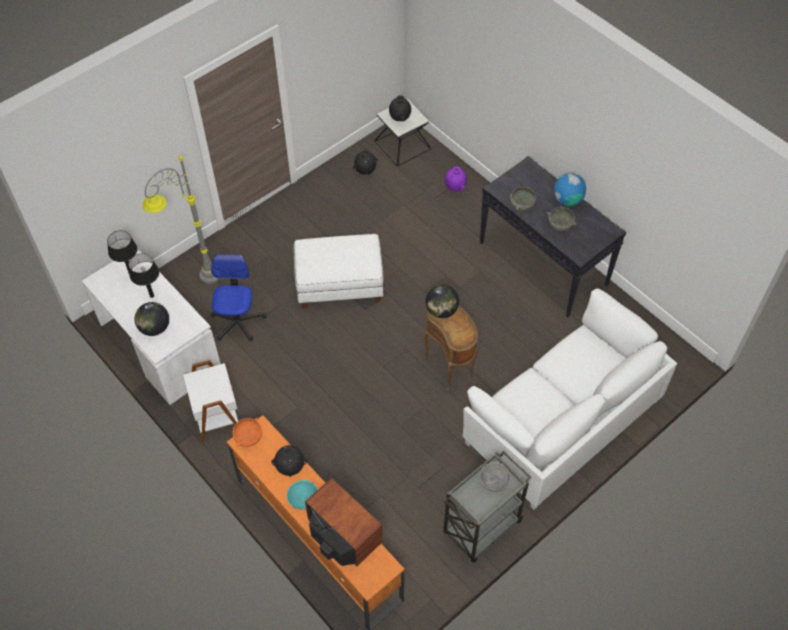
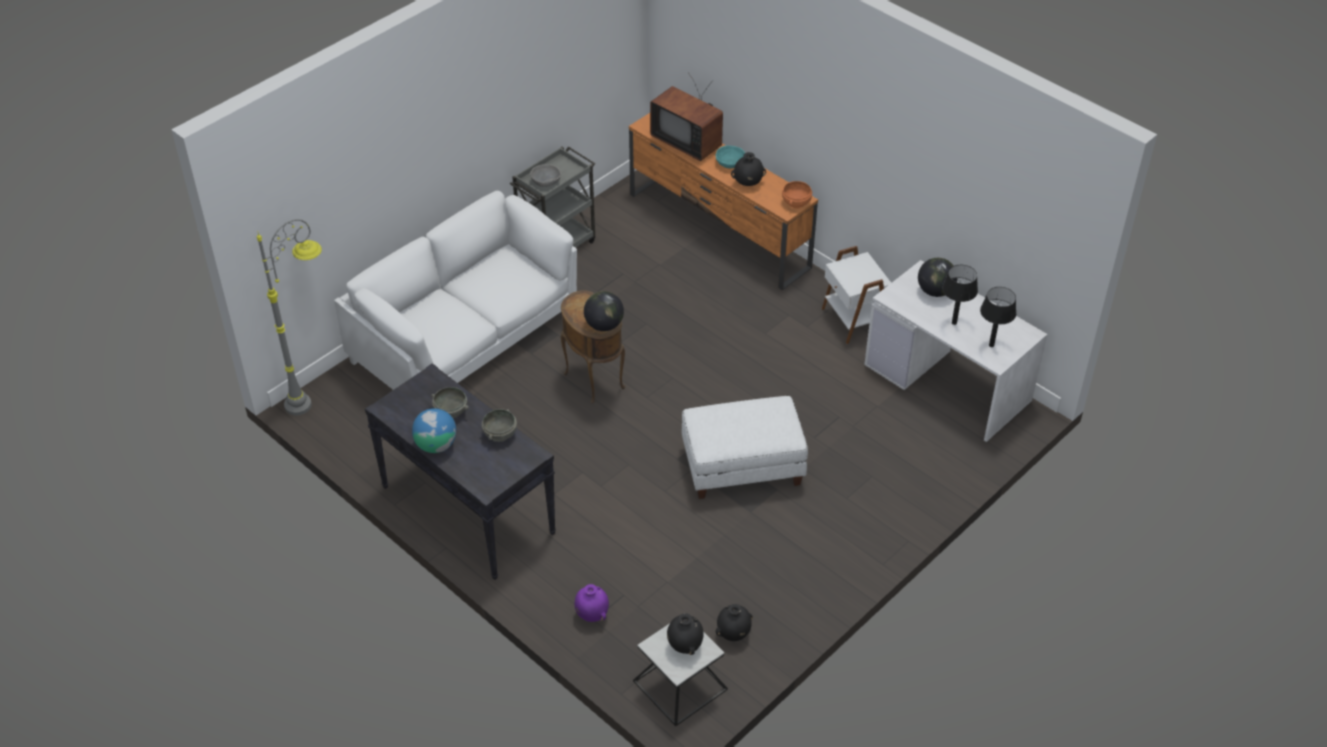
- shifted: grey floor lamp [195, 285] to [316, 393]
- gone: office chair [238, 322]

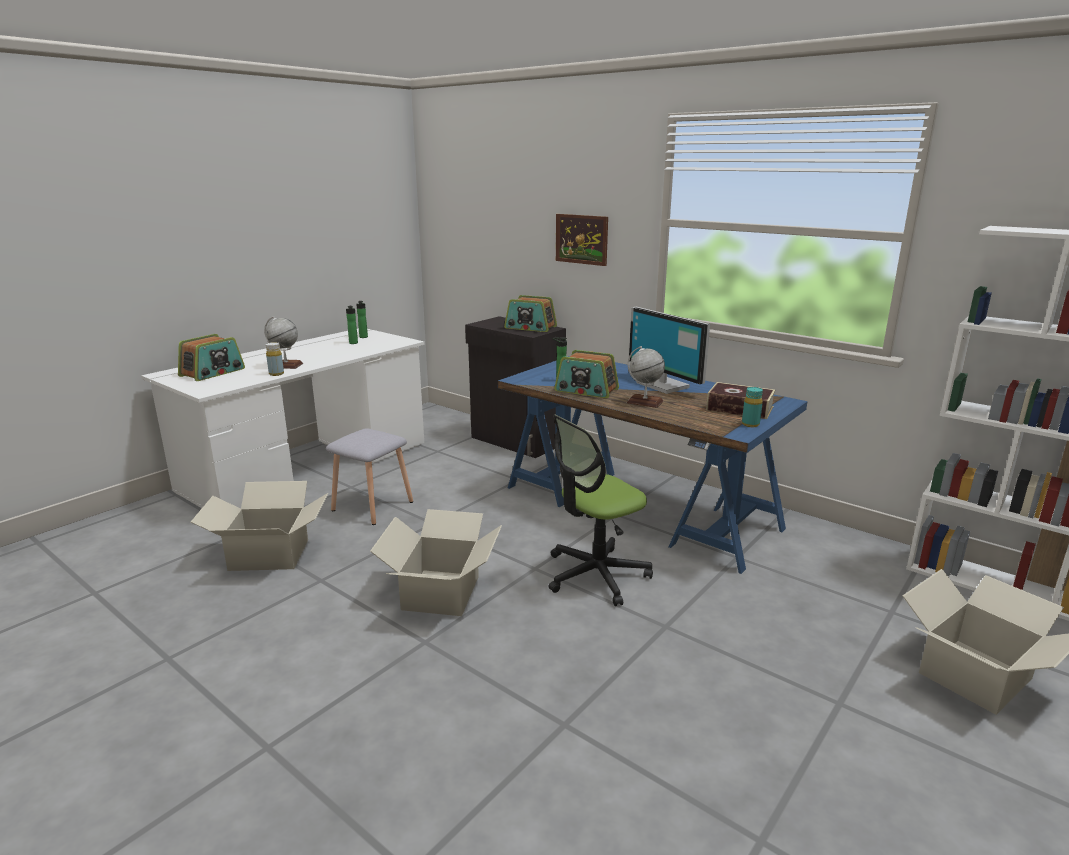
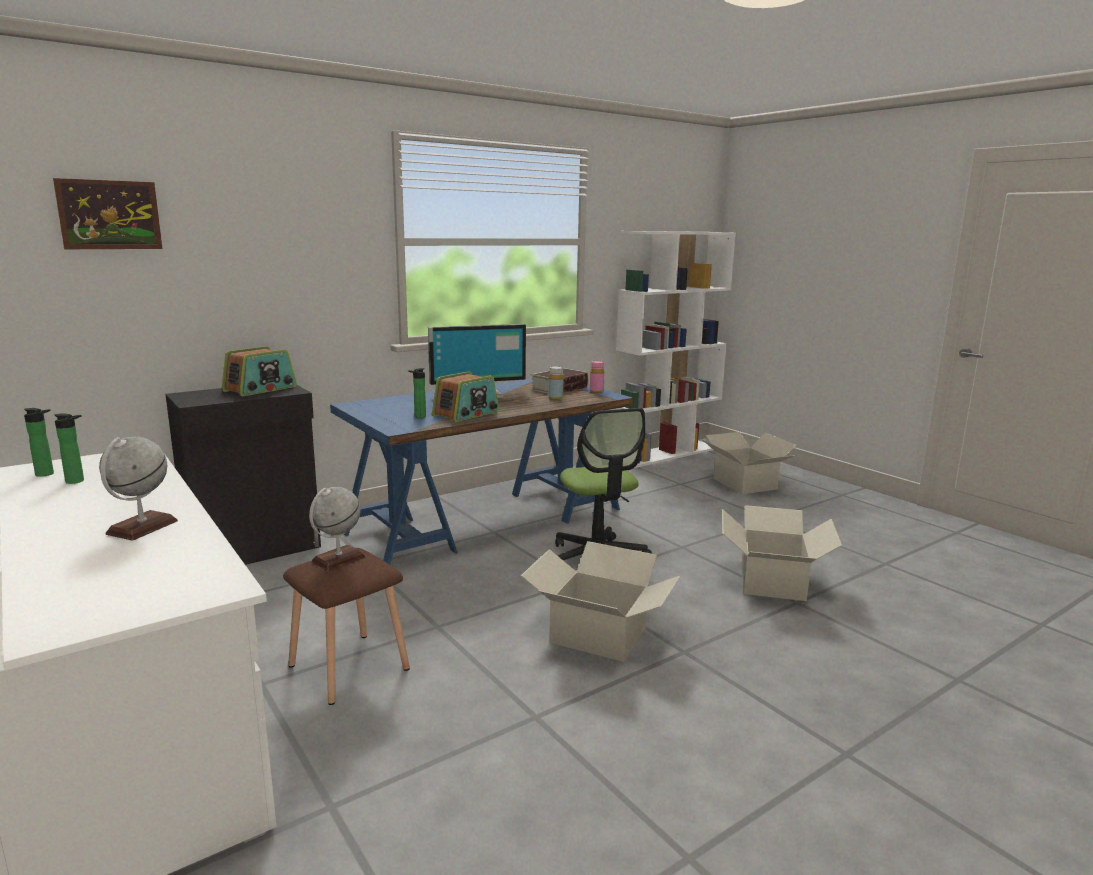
- shifted: picture [581, 239] to [109, 215]
- gone: radio [213, 372]
- shifted: yellow bottle [276, 374] to [555, 398]
- shifted: globe [644, 402] to [338, 559]
- repainted: turquoise bottle [750, 424] to pink bottle [596, 391]
- repainted: grey stool [372, 506] to brown stool [351, 667]
- shifted: cardboard box [269, 555] to [773, 582]

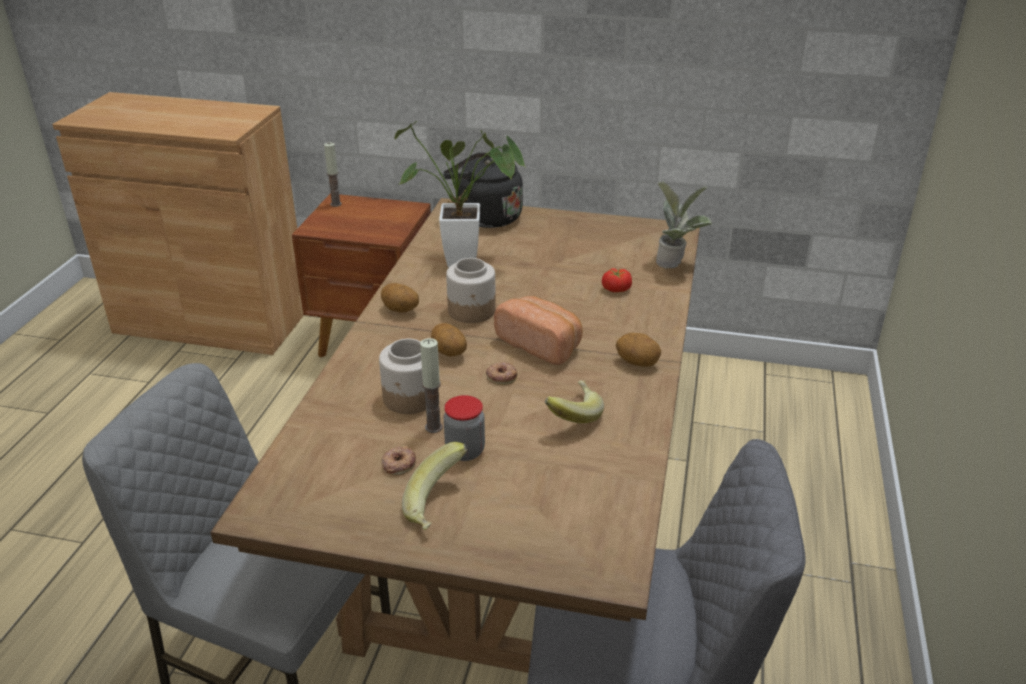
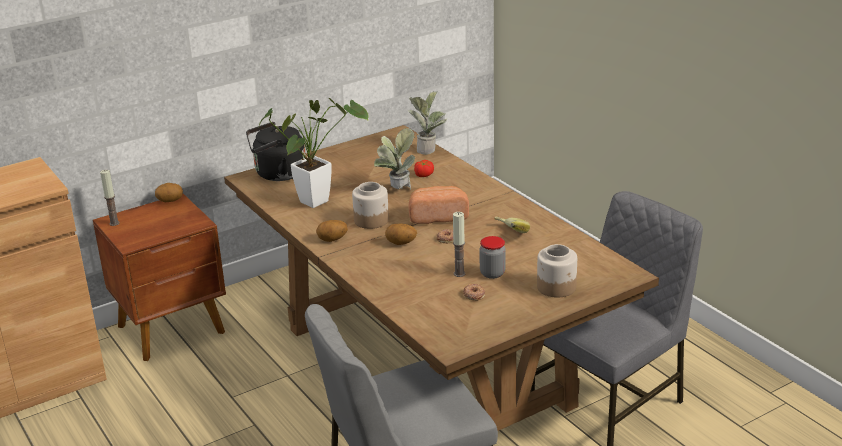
- shifted: potato [637, 362] to [170, 201]
- shifted: jar [410, 398] to [557, 287]
- gone: banana [439, 505]
- new: potted plant [397, 191]

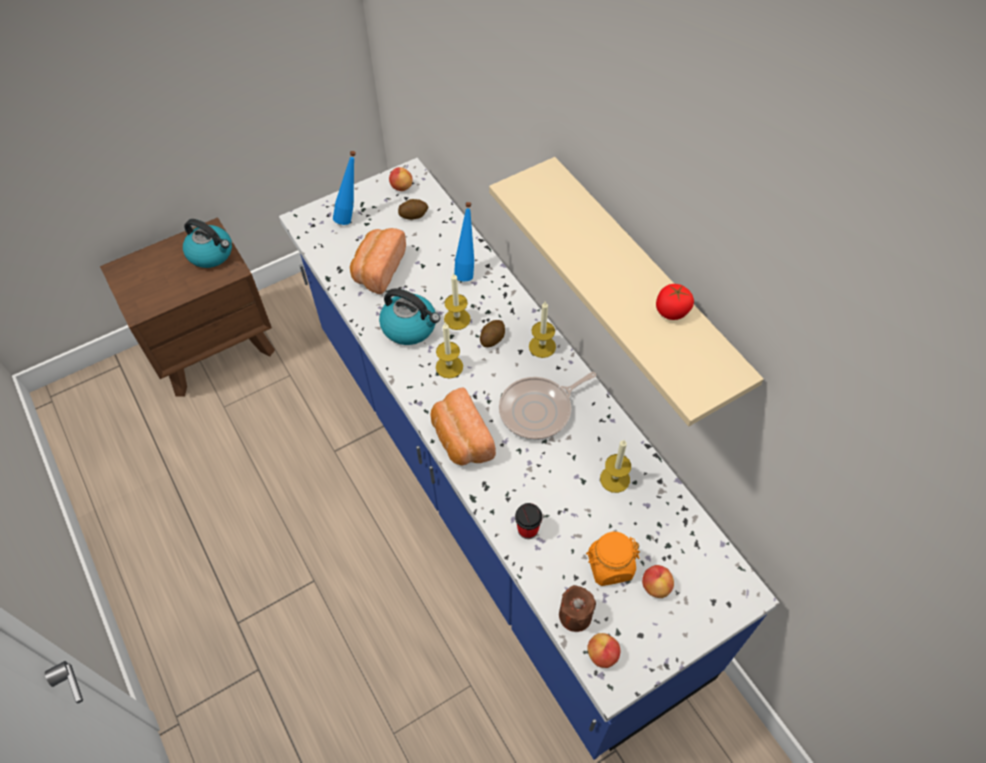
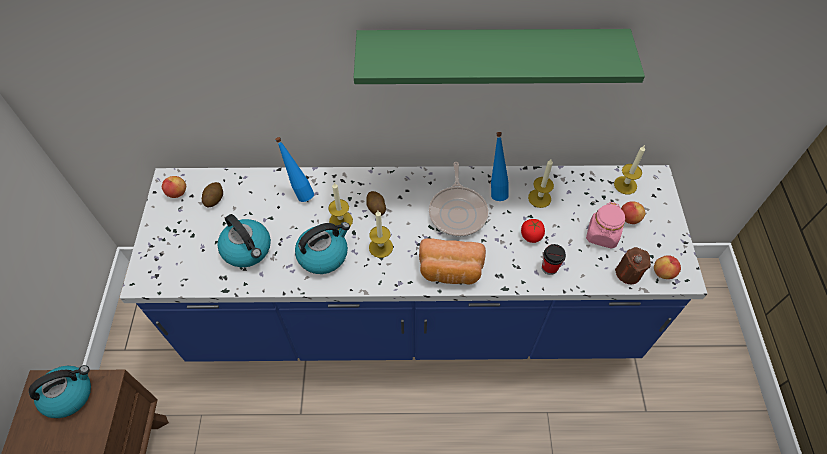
- shifted: blue bottle [350, 216] to [496, 190]
- repainted: beige shelf [644, 284] to green shelf [490, 55]
- swapped: bread [378, 269] to kettle [248, 249]
- shifted: tomato [671, 311] to [531, 236]
- shifted: candle [542, 346] to [625, 185]
- repainted: orange jar [610, 566] to pink jar [602, 235]

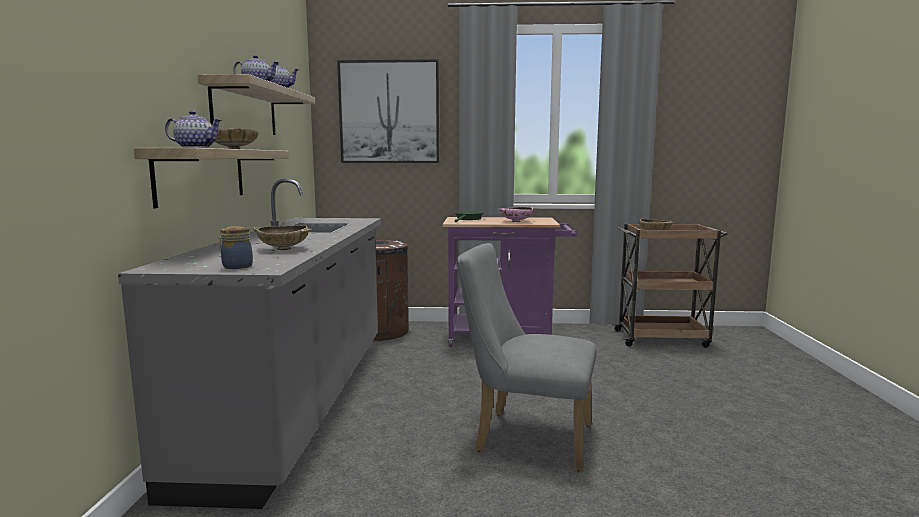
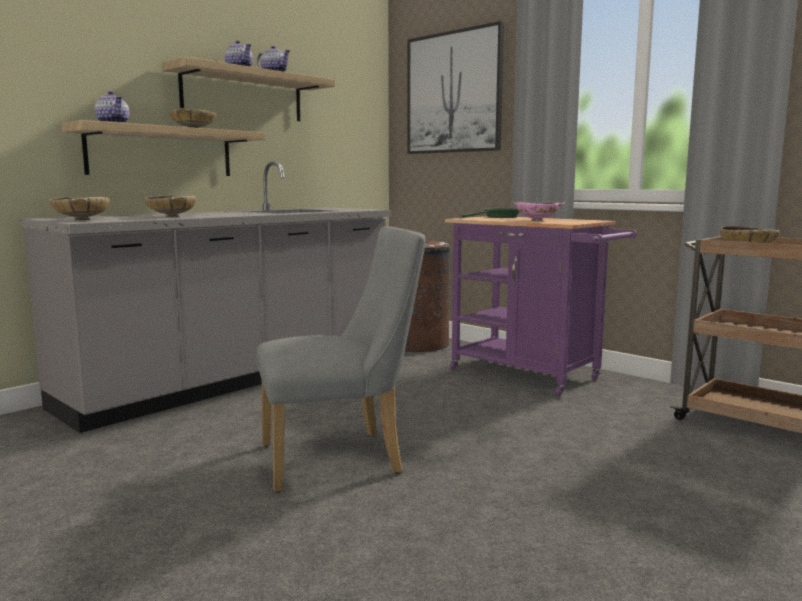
- swapped: jar [236, 266] to beige bowl [81, 220]
- rotated: grey chair [524, 437] = [342, 458] 105 degrees clockwise

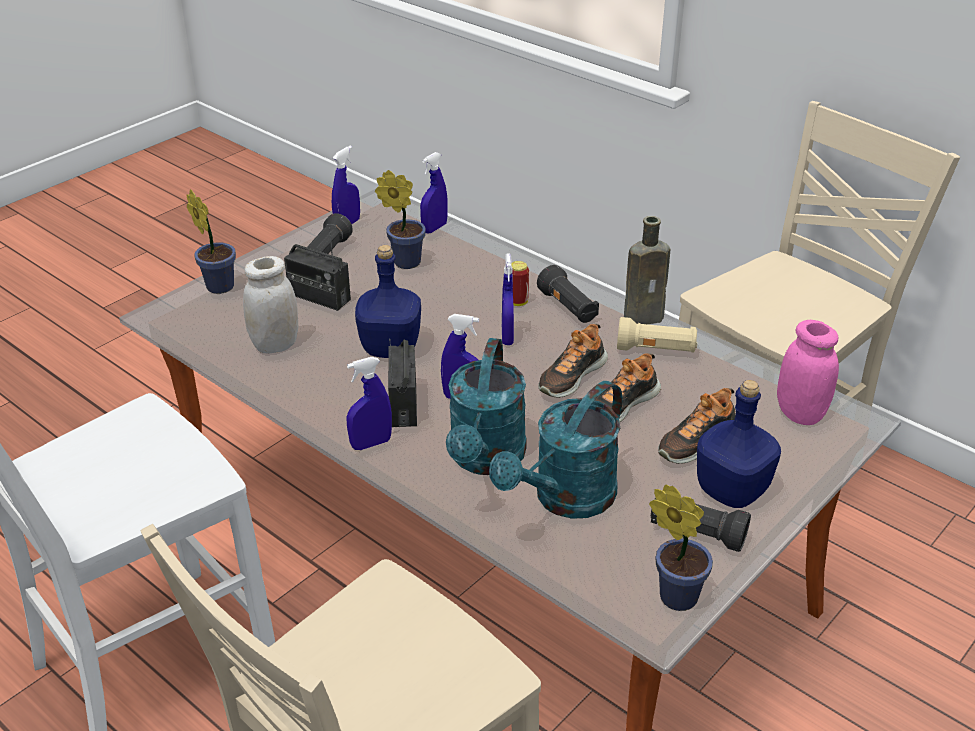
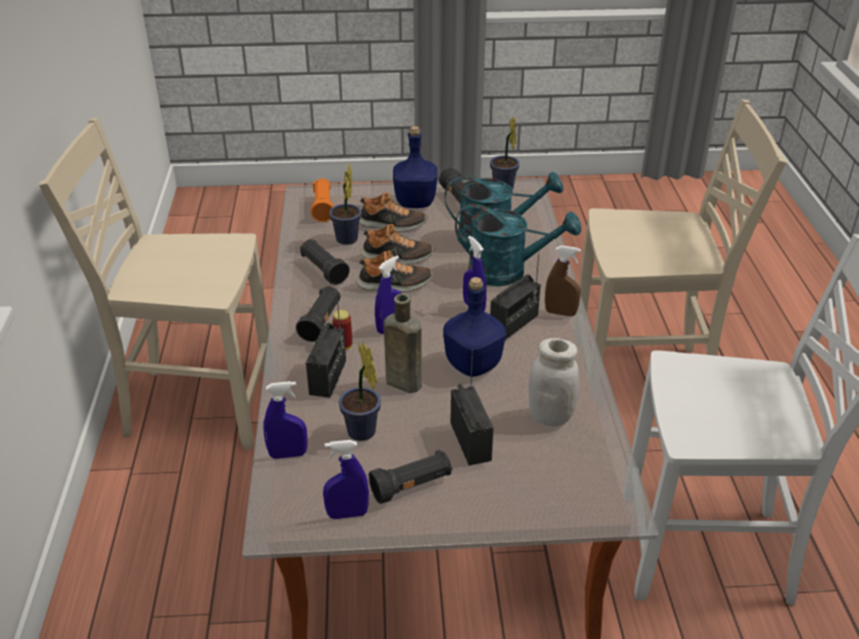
- shifted: potted plant [218, 285] to [346, 241]
- shifted: brown bottle [646, 317] to [401, 382]
- repainted: beige flashlight [656, 350] to black flashlight [324, 270]
- swapped: pink jar [800, 414] to orange flashlight [323, 208]
- rotated: turquoise watering can [485, 459] = [508, 272] 45 degrees clockwise
- repainted: blue spray bottle [371, 443] to brown spray bottle [560, 313]
- new: radio [328, 377]

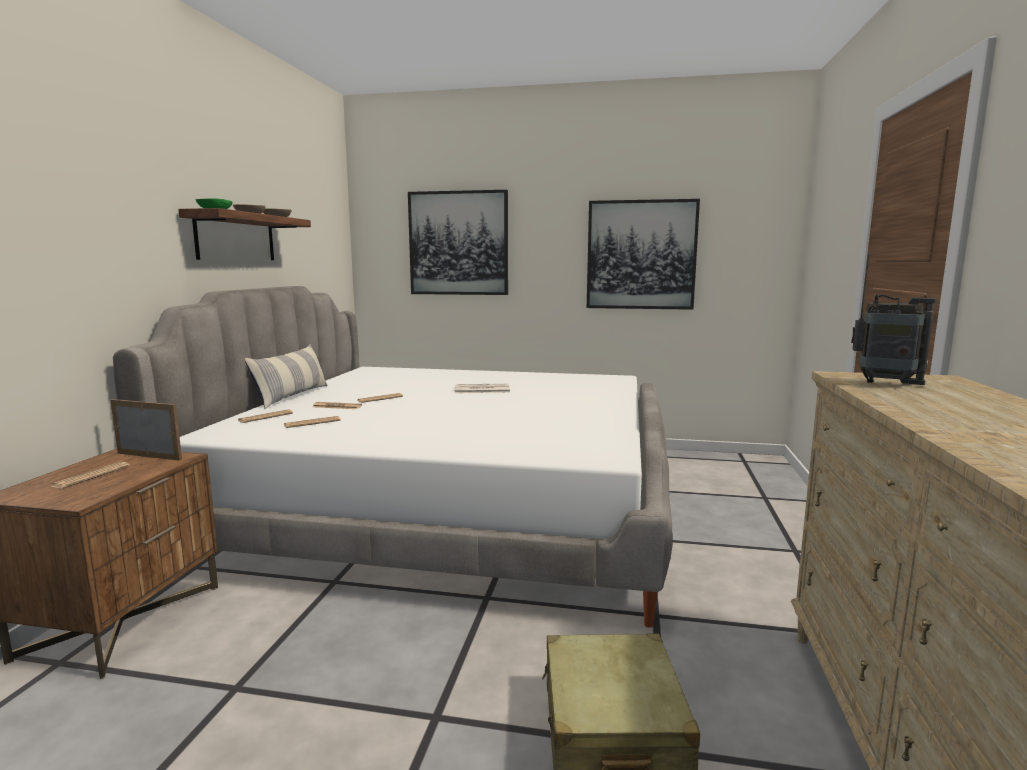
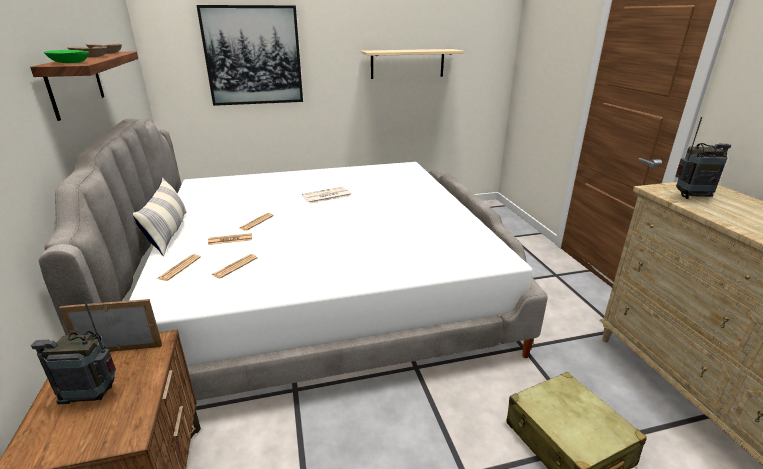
- swapped: picture [641, 255] to beige shelf [407, 63]
- swapped: newspaper [91, 476] to radio [93, 396]

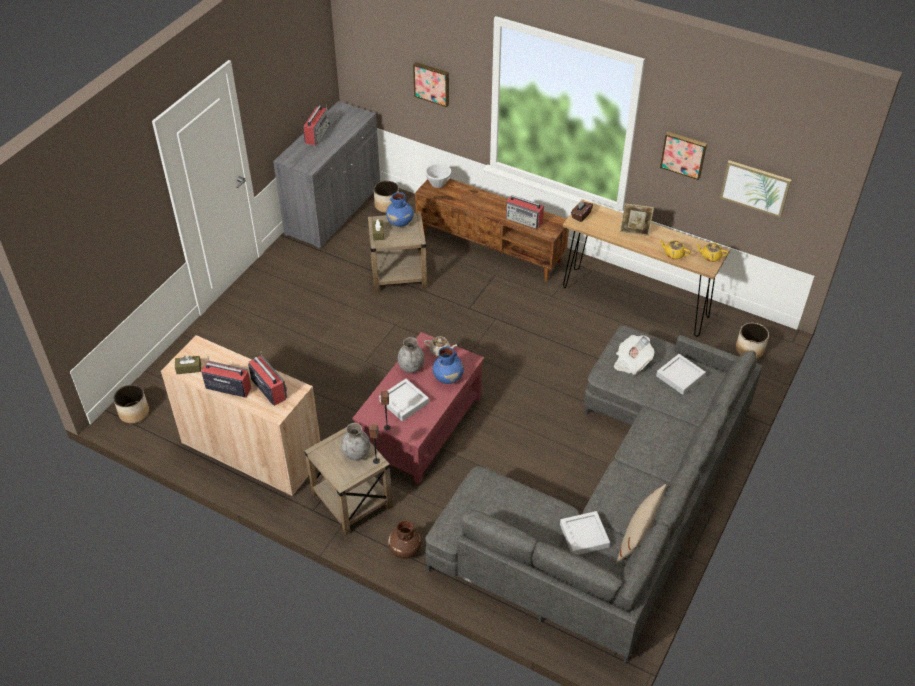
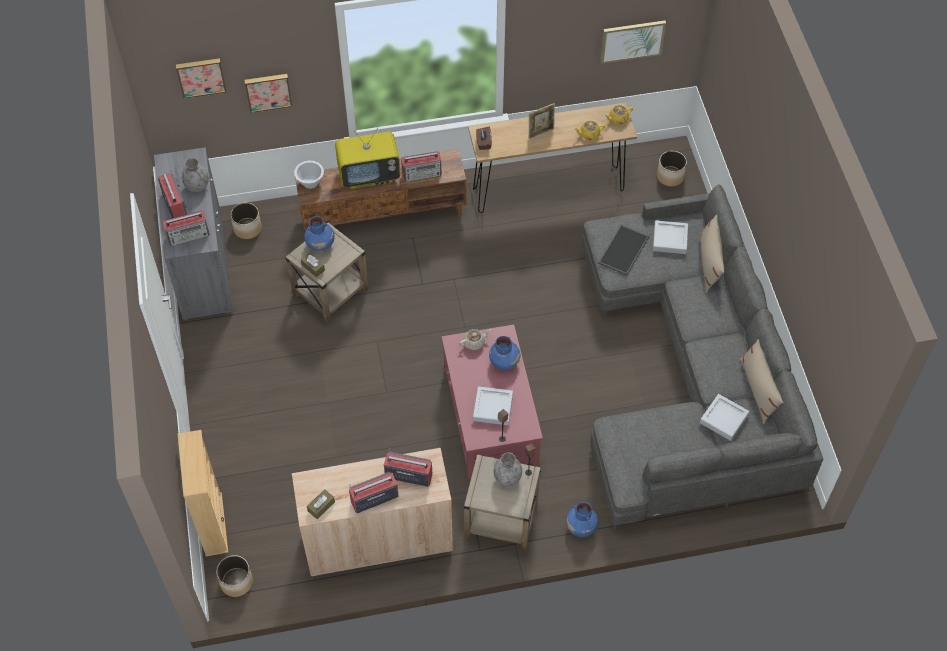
- shifted: picture [684, 154] to [201, 76]
- swapped: newspaper [631, 362] to tray [624, 251]
- shifted: grey vase [411, 367] to [197, 186]
- repainted: brown vase [405, 550] to blue vase [581, 527]
- new: television [369, 175]
- new: radio [189, 235]
- new: beige pillow [709, 263]
- new: beige bookcase [213, 524]

